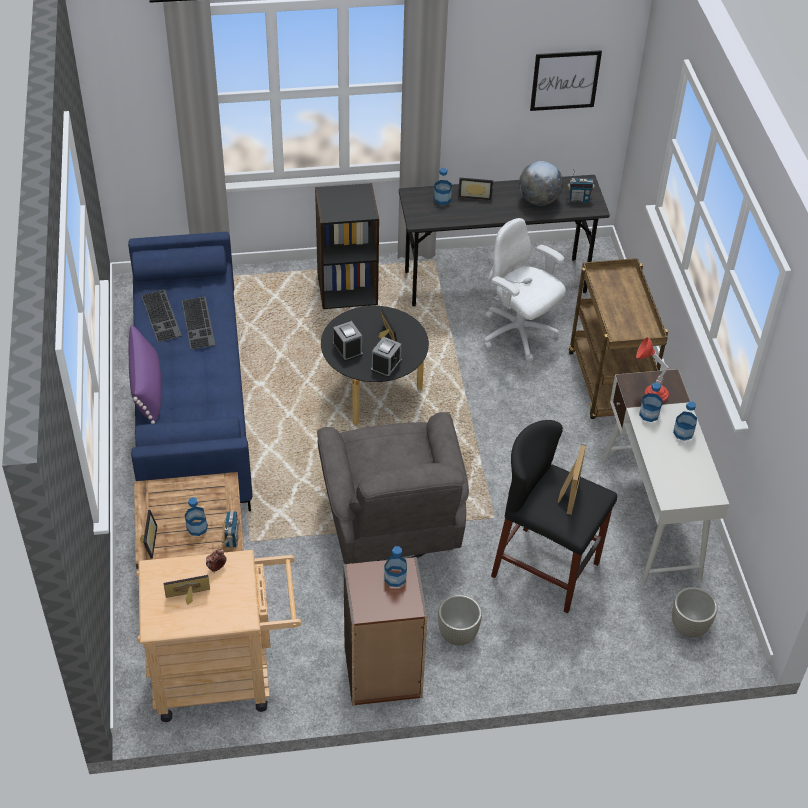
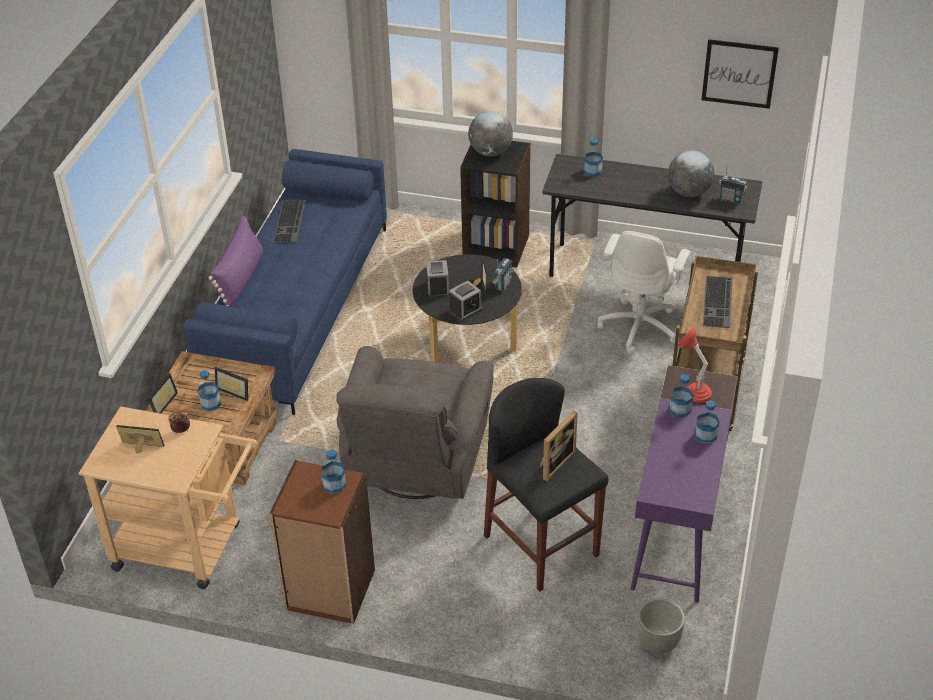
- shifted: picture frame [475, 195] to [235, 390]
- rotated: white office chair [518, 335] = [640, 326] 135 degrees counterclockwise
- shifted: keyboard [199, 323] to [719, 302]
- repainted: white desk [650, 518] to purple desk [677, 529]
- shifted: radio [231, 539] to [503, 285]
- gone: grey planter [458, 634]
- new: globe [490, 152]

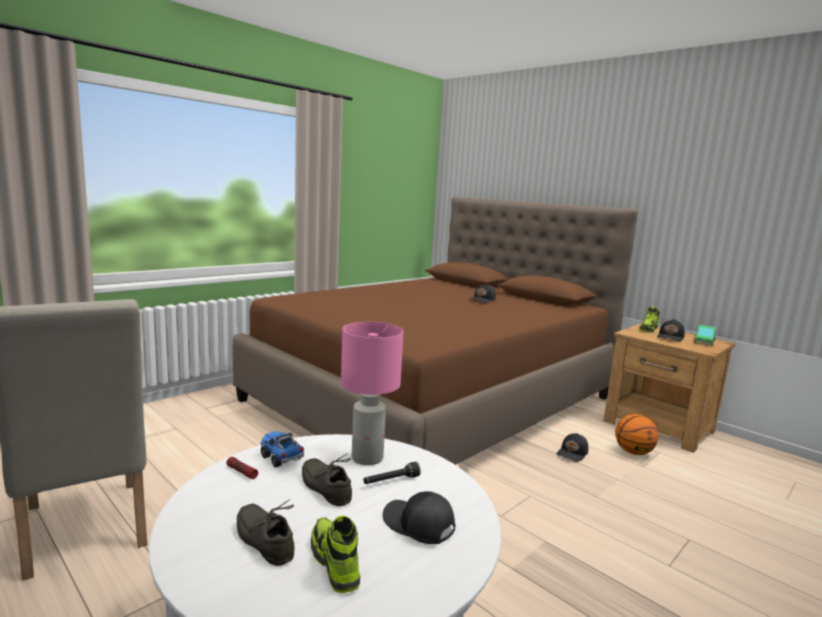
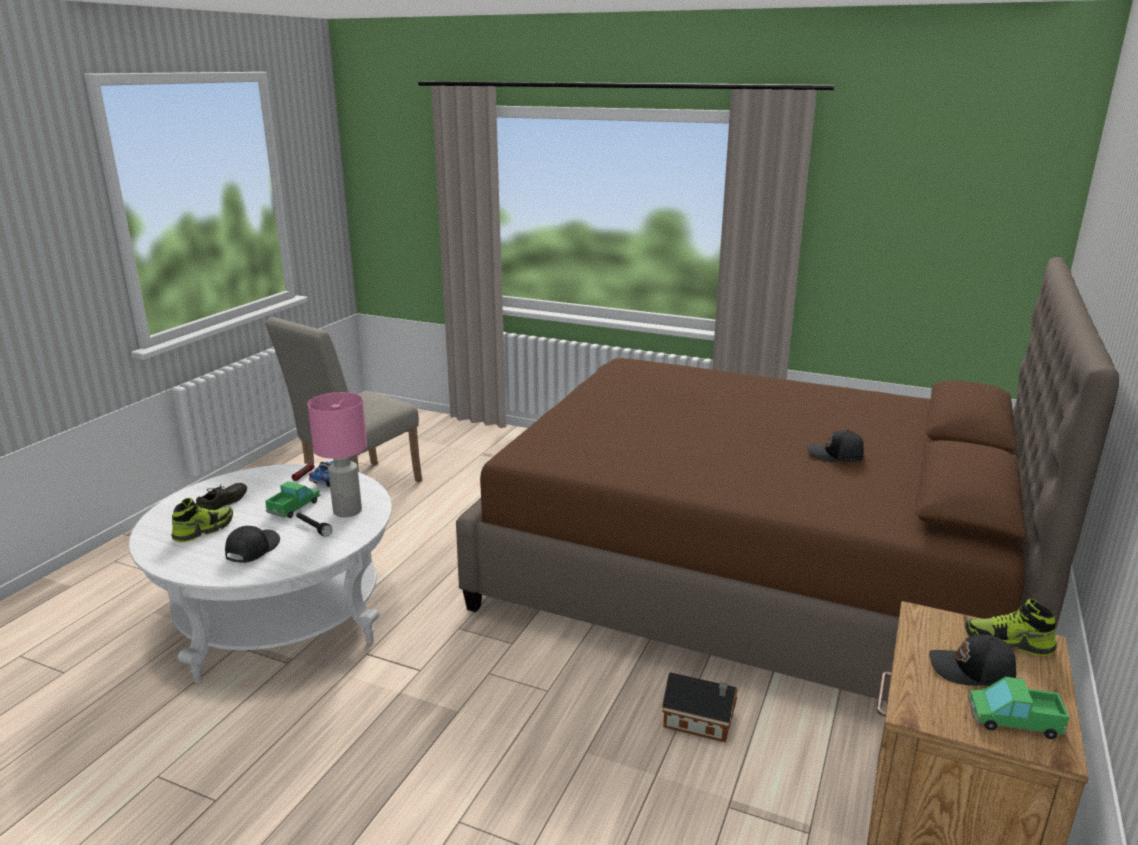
- gone: basketball [633, 452]
- swapped: black cap [573, 453] to toy house [701, 722]
- swapped: grey shoe [327, 487] to toy truck [294, 507]

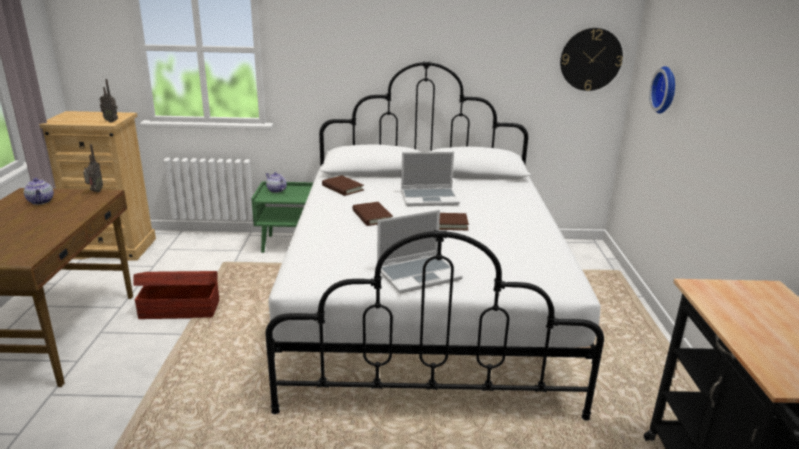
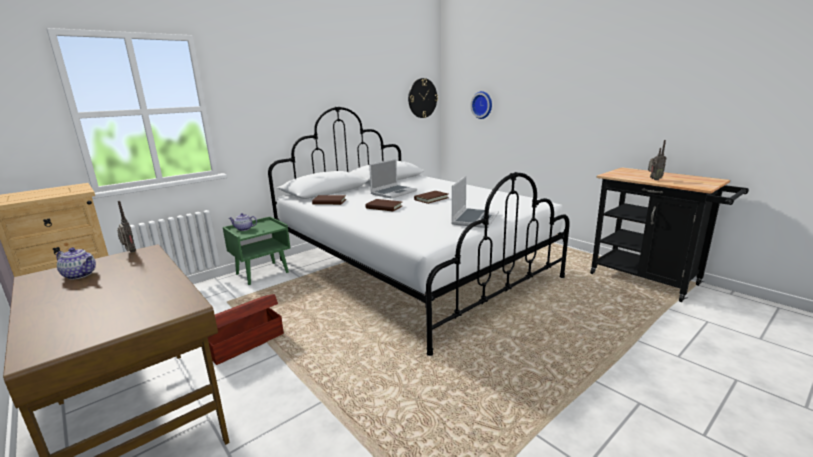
- shifted: radio [112, 121] to [653, 179]

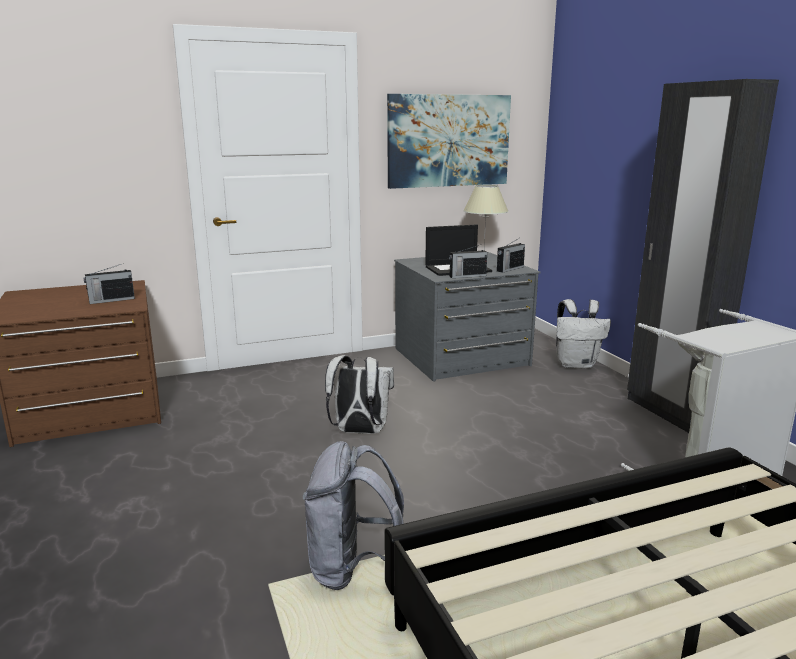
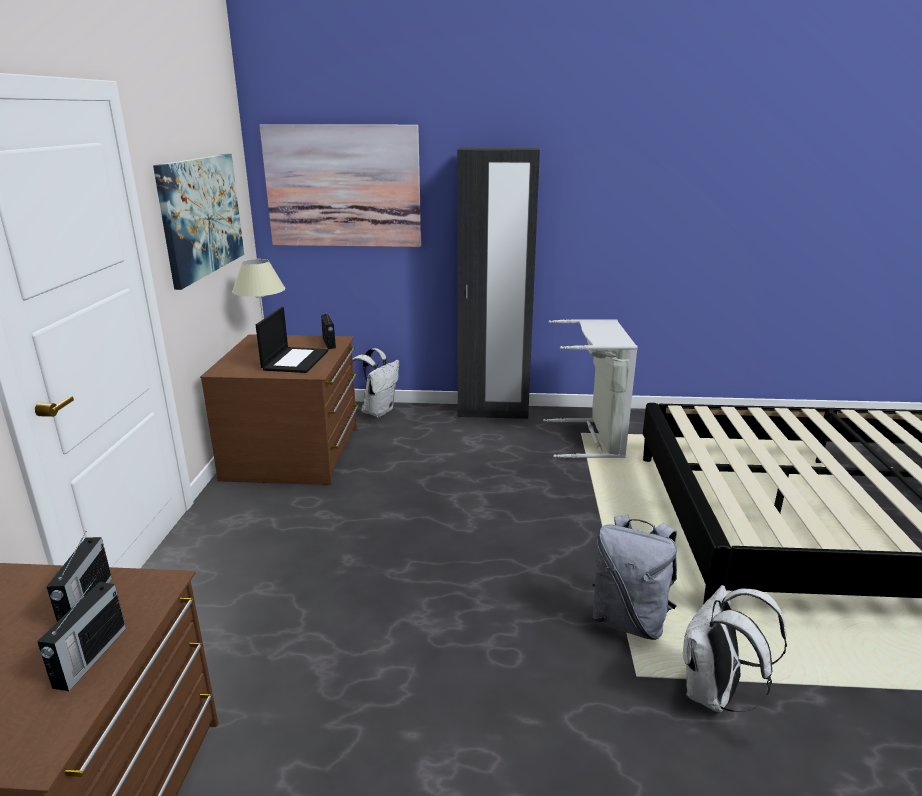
- shifted: radio [467, 276] to [89, 658]
- repainted: grey dresser [462, 357] to brown dresser [295, 453]
- shifted: white backpack [359, 431] to [714, 694]
- new: picture [343, 186]

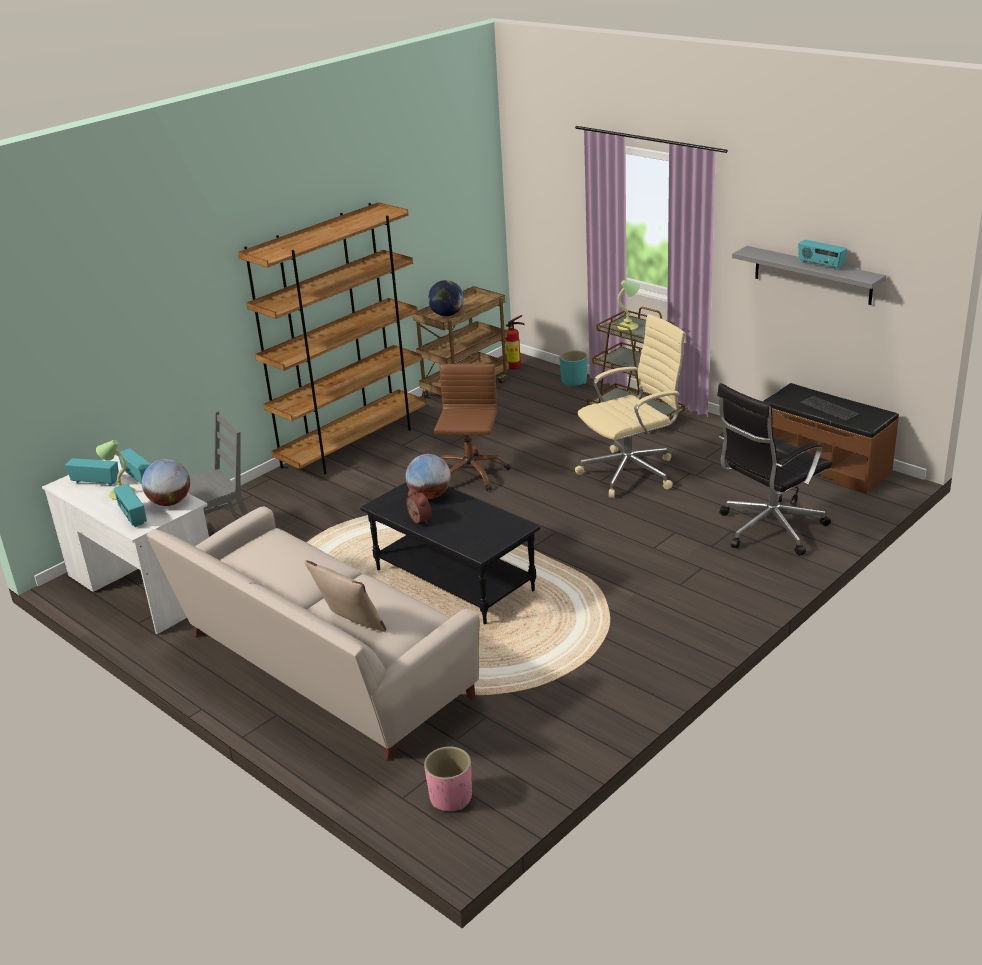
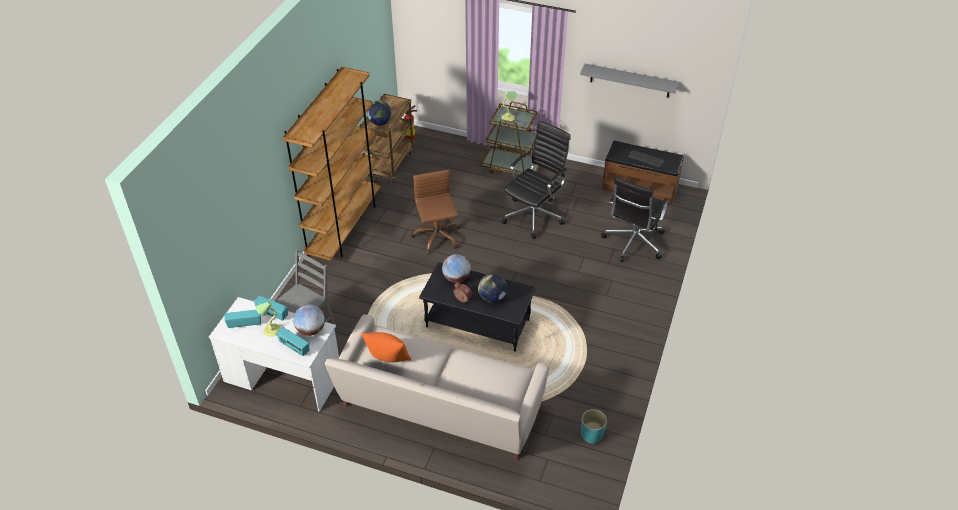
- gone: radio [820, 265]
- repainted: beige office chair [631, 472] to black office chair [534, 215]
- shifted: turquoise planter [574, 381] to [592, 434]
- gone: beige pillow [351, 626]
- gone: pink planter [450, 798]
- new: globe [492, 298]
- new: orange pillow [388, 359]

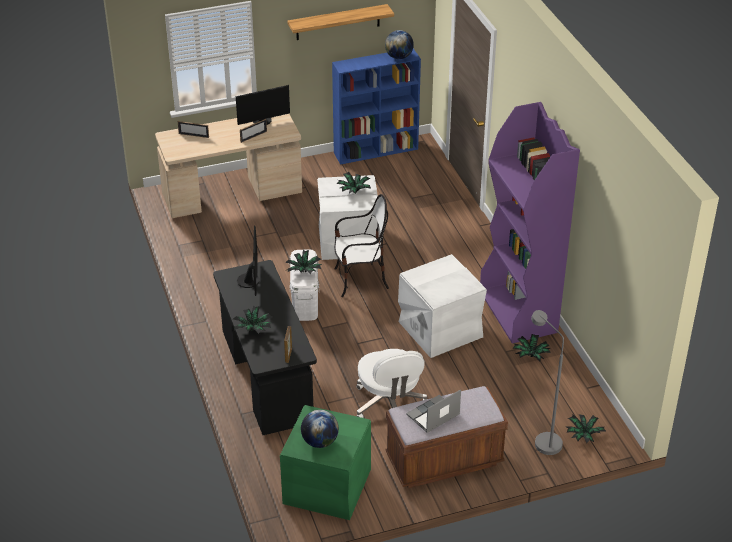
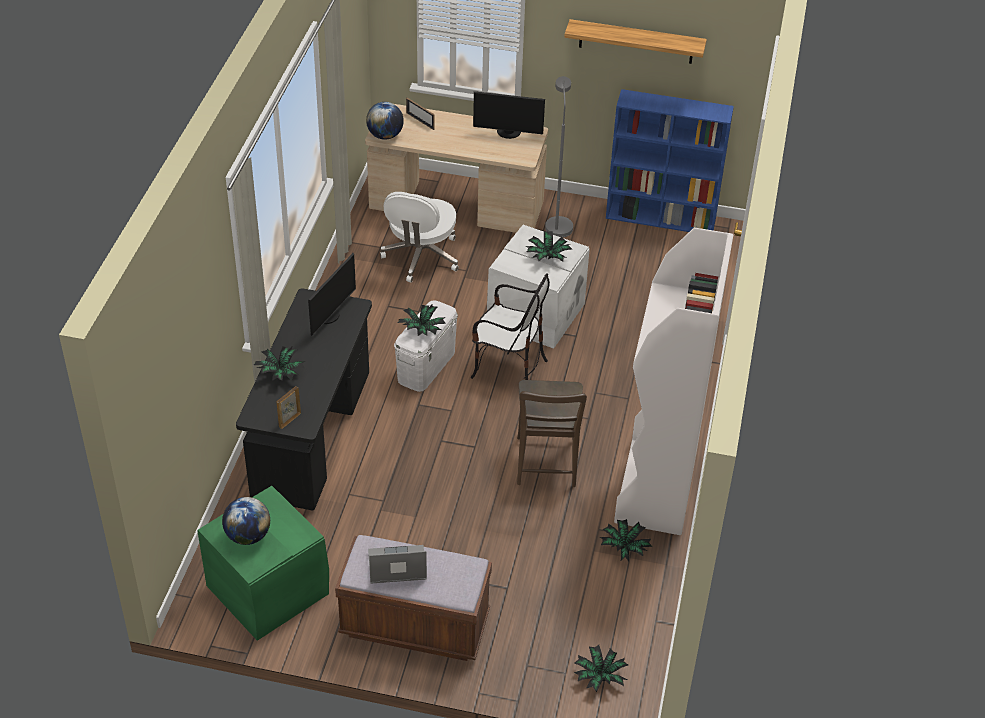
- shifted: globe [399, 57] to [385, 135]
- repainted: purple bookcase [518, 312] to white bookcase [656, 488]
- gone: picture frame [253, 136]
- swapped: white storage box [439, 329] to brown chair [546, 465]
- shifted: grey floor lamp [542, 440] to [557, 223]
- shifted: white office chair [389, 405] to [421, 257]

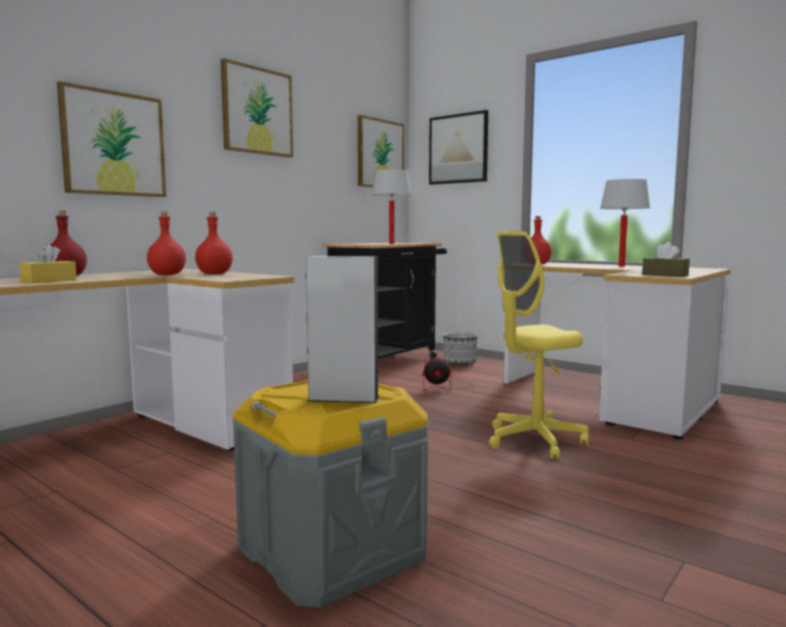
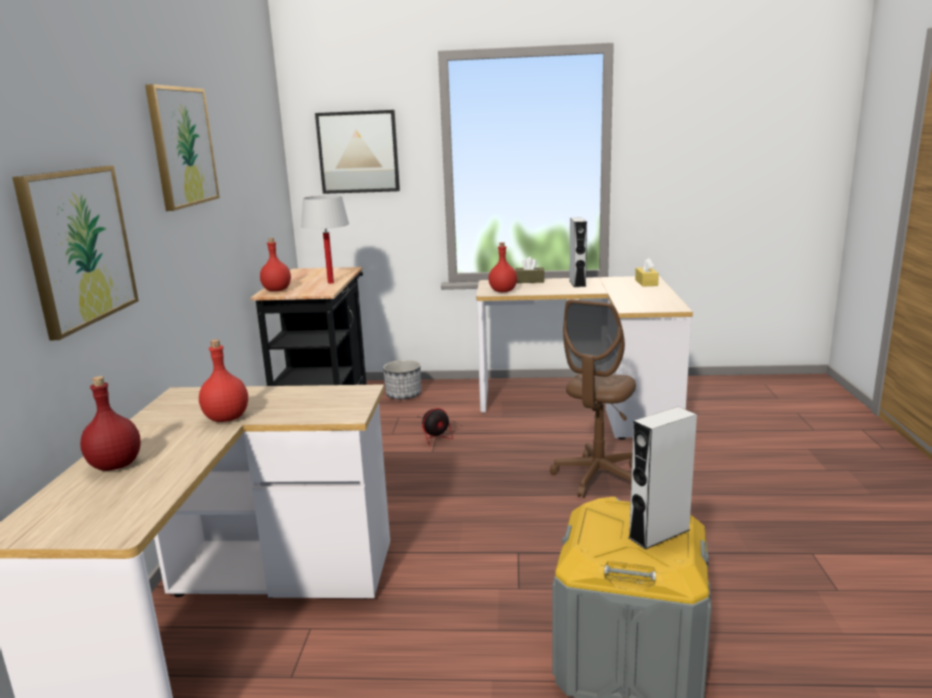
- gone: picture [380, 154]
- swapped: white table lamp [621, 266] to grey speaker [577, 283]
- shifted: red bottle [214, 274] to [277, 290]
- repainted: yellow office chair [534, 440] to brown office chair [597, 477]
- shifted: brown tissue box [665, 275] to [529, 281]
- shifted: yellow tissue box [49, 281] to [646, 283]

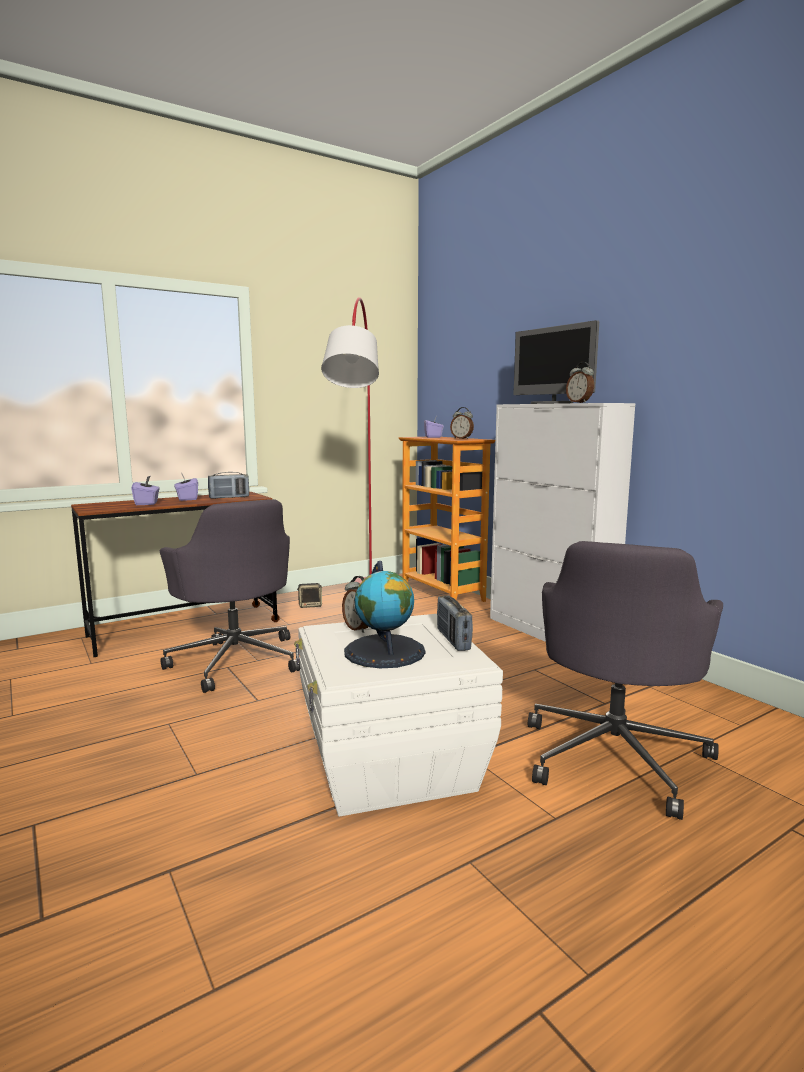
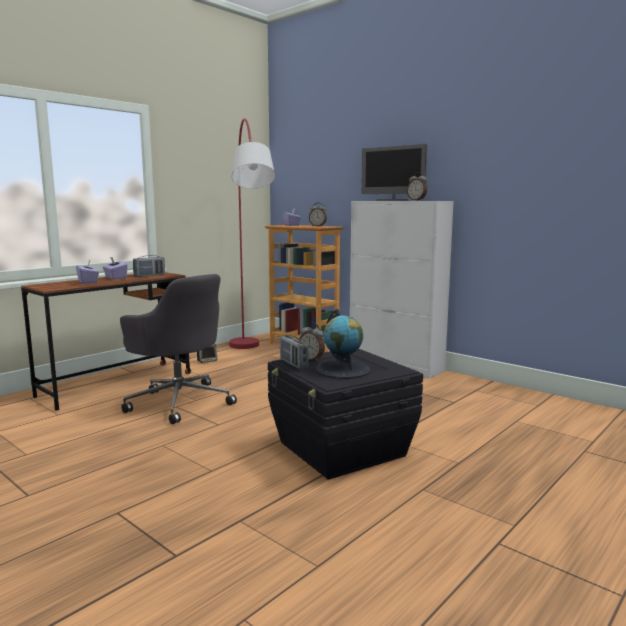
- gone: grey office chair [615, 756]
- shifted: radio [453, 640] to [293, 364]
- repainted: white storage box [390, 765] to black storage box [341, 449]

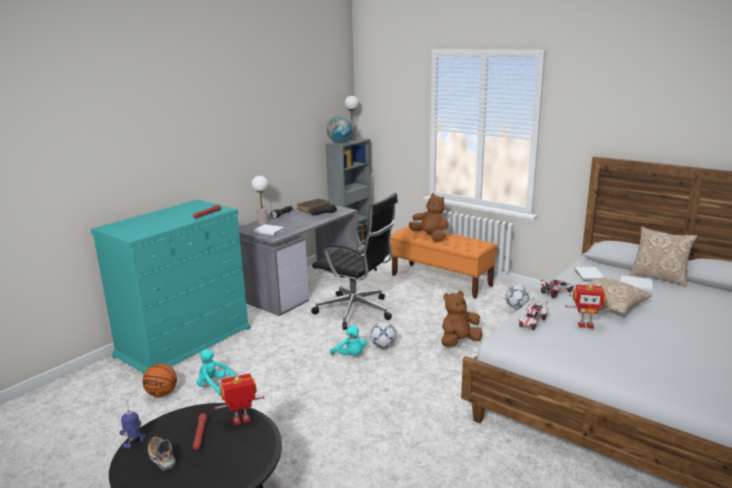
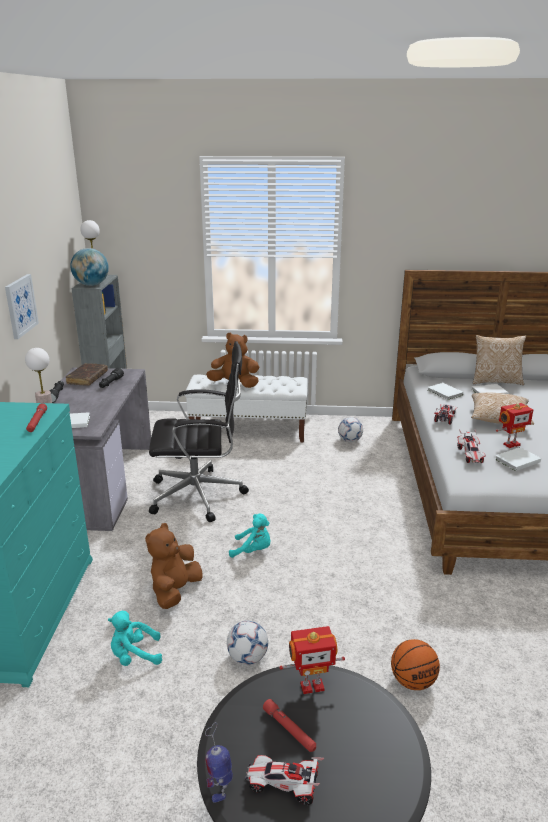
- repainted: orange bench [441, 280] to white bench [249, 431]
- shifted: brown plush toy [459, 342] to [175, 591]
- shifted: football [383, 346] to [247, 657]
- shifted: basketball [162, 393] to [412, 681]
- rotated: toy robot [241, 421] = [311, 685] 135 degrees counterclockwise
- swapped: shoe [162, 457] to toy car [284, 785]
- new: picture [20, 306]
- new: white book [516, 460]

